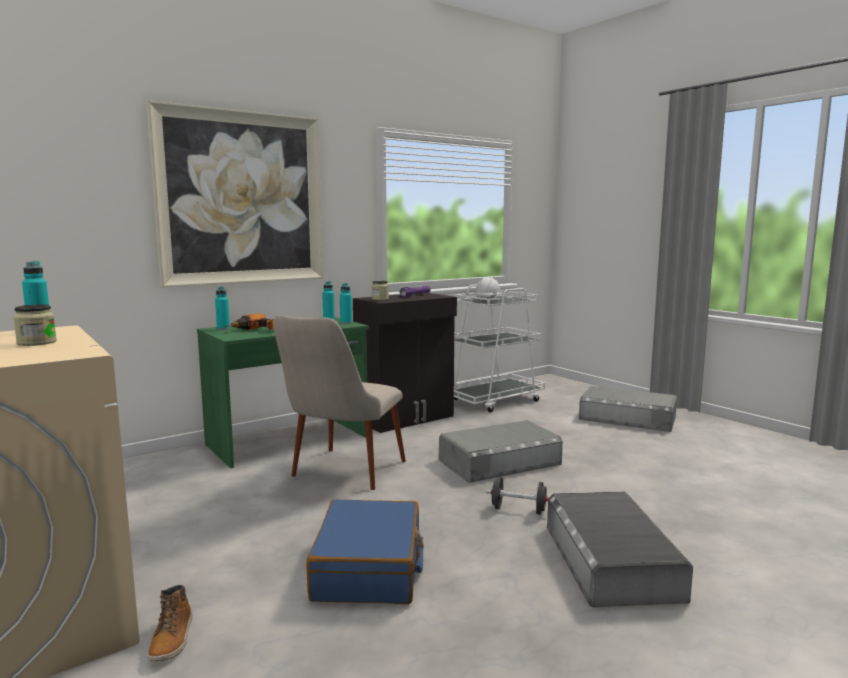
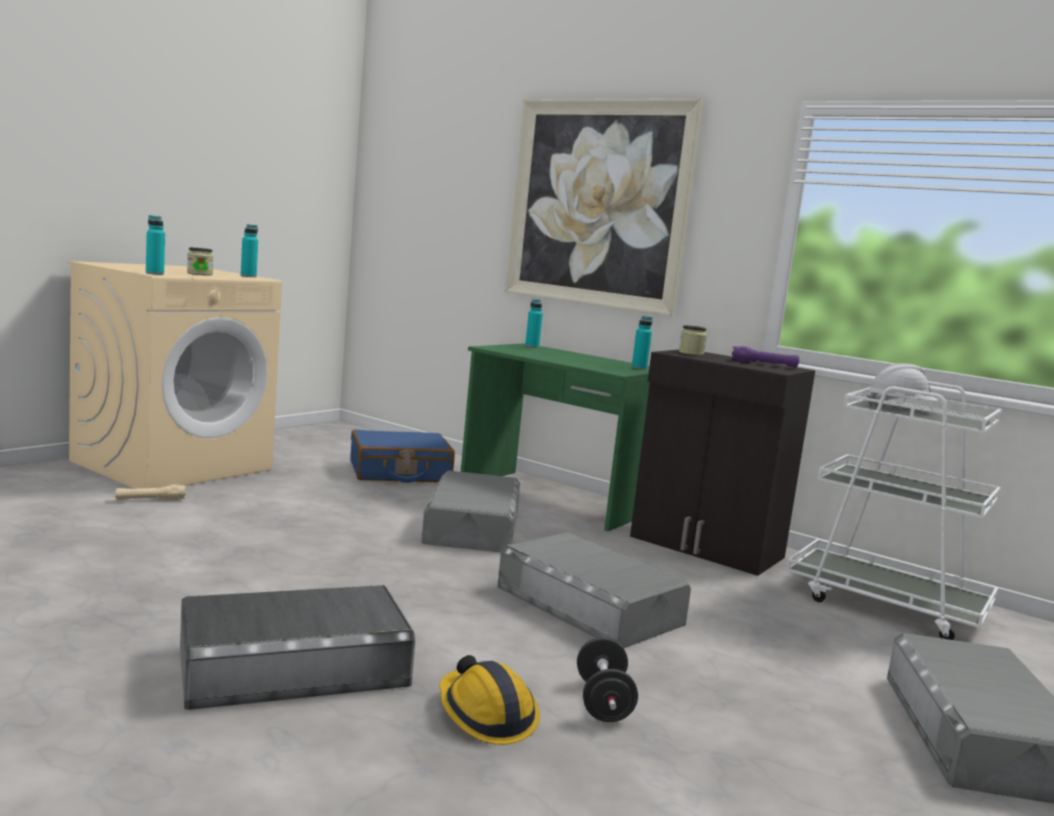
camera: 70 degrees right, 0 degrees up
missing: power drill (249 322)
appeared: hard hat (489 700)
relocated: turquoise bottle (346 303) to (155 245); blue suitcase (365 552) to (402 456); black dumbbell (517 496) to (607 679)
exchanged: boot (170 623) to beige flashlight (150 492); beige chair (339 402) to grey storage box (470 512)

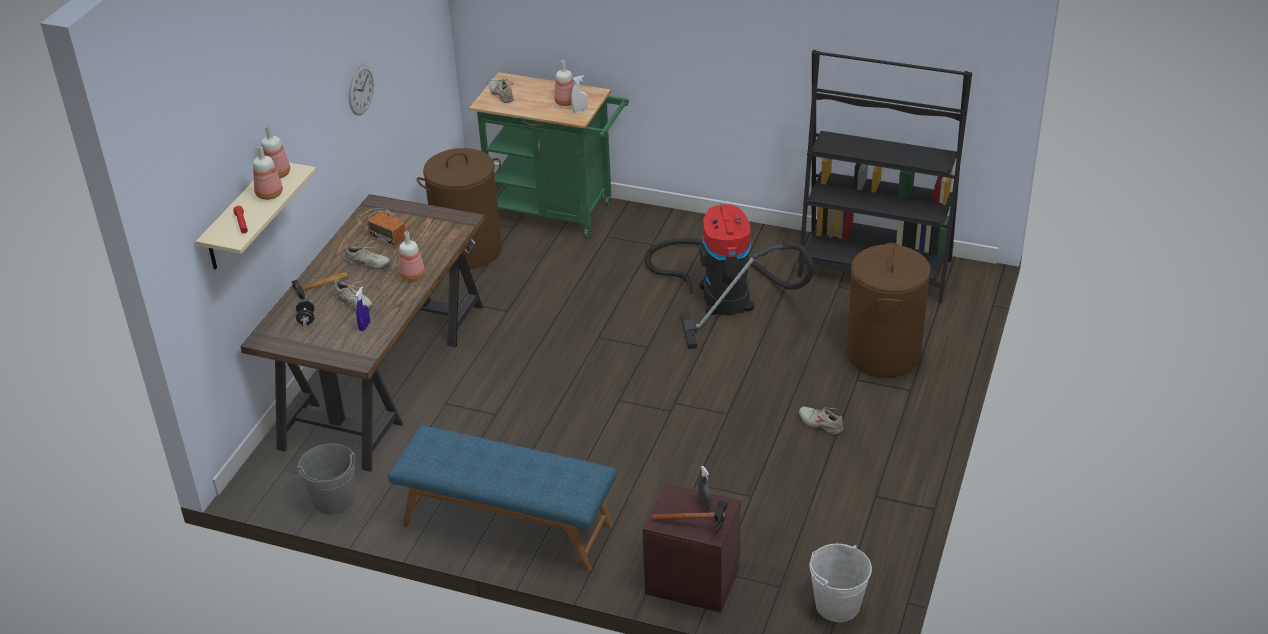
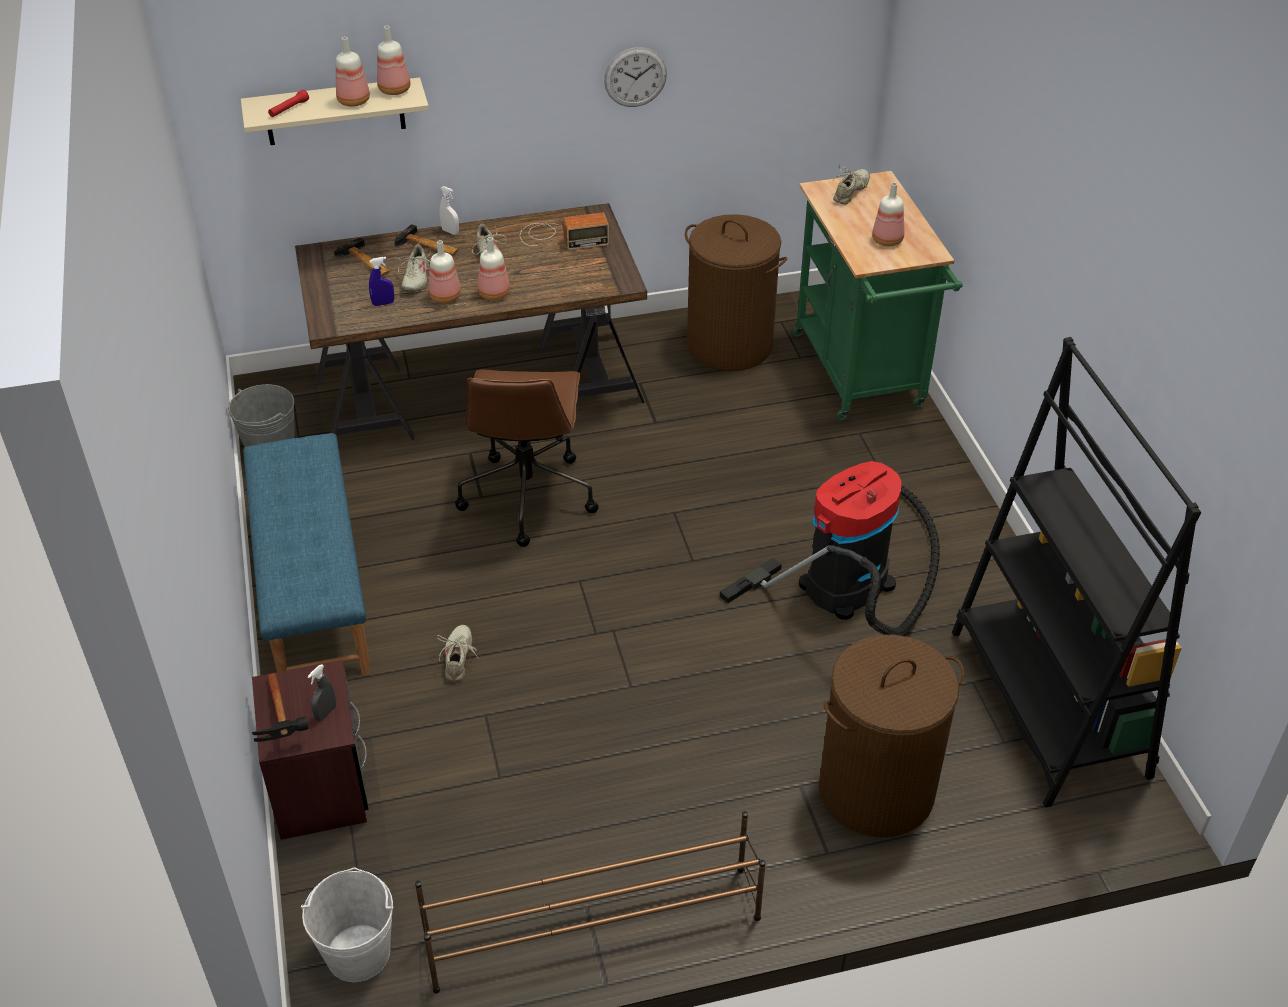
camera: 55 degrees right, 5 degrees up
appeared: brown shoe rack (590 902); bottle (445 271); brown office chair (527 458)
relocated: beige shoe (821 420) to (457 653); white spray bottle (579 93) to (449 210)
exchanged: black dumbbell (305 313) to hammer (362 256)
spun: radio (382 227) = (565 231) 105 degrees counterclockwise

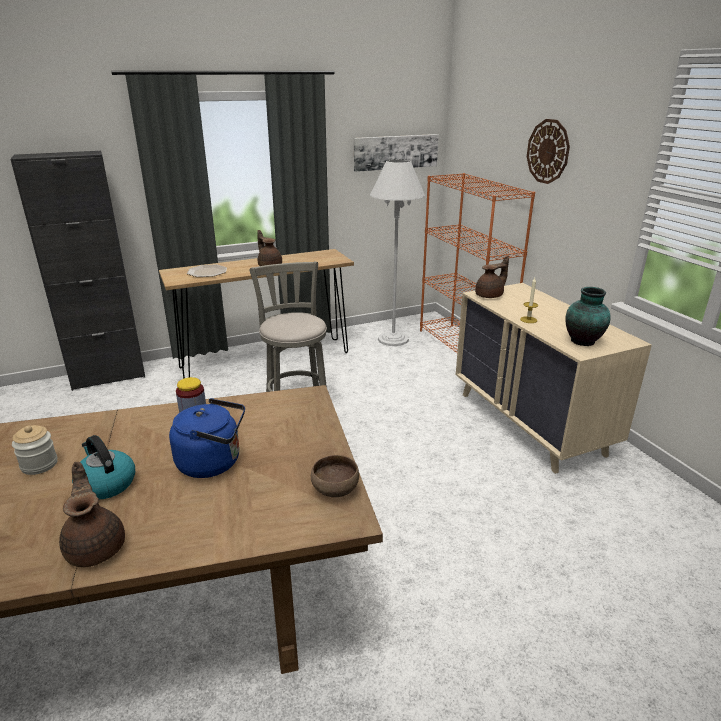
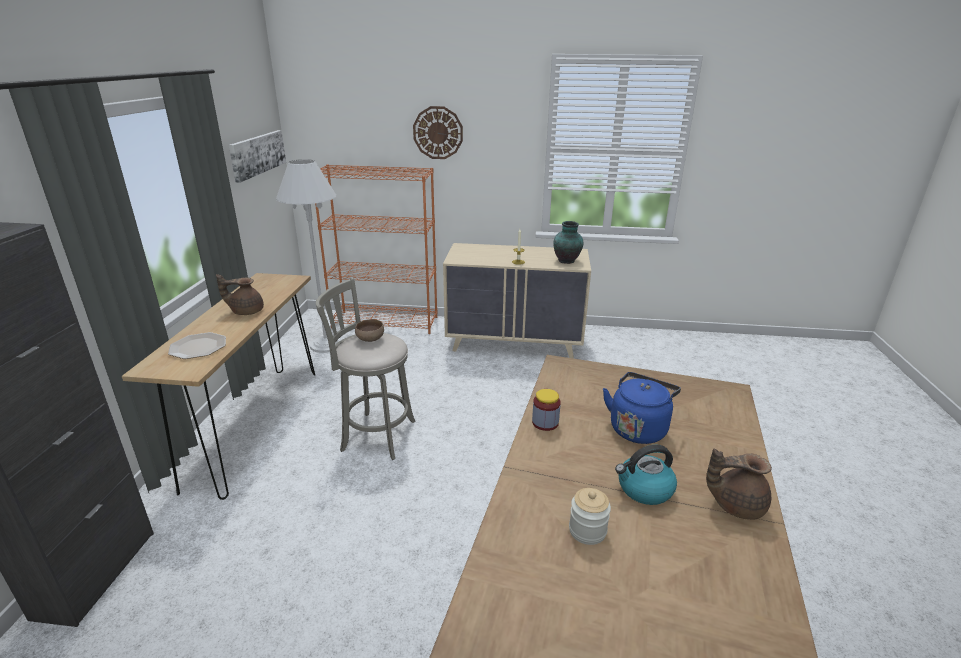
camera: 60 degrees left, 0 degrees up
missing: brown teapot (492 277)
relocated: brown bowl (335 476) to (369 330)

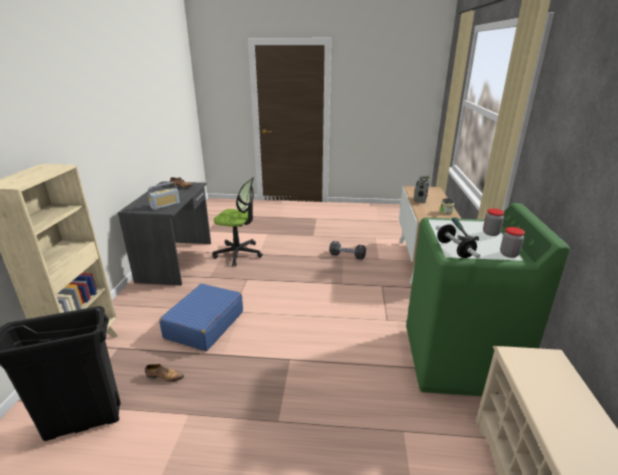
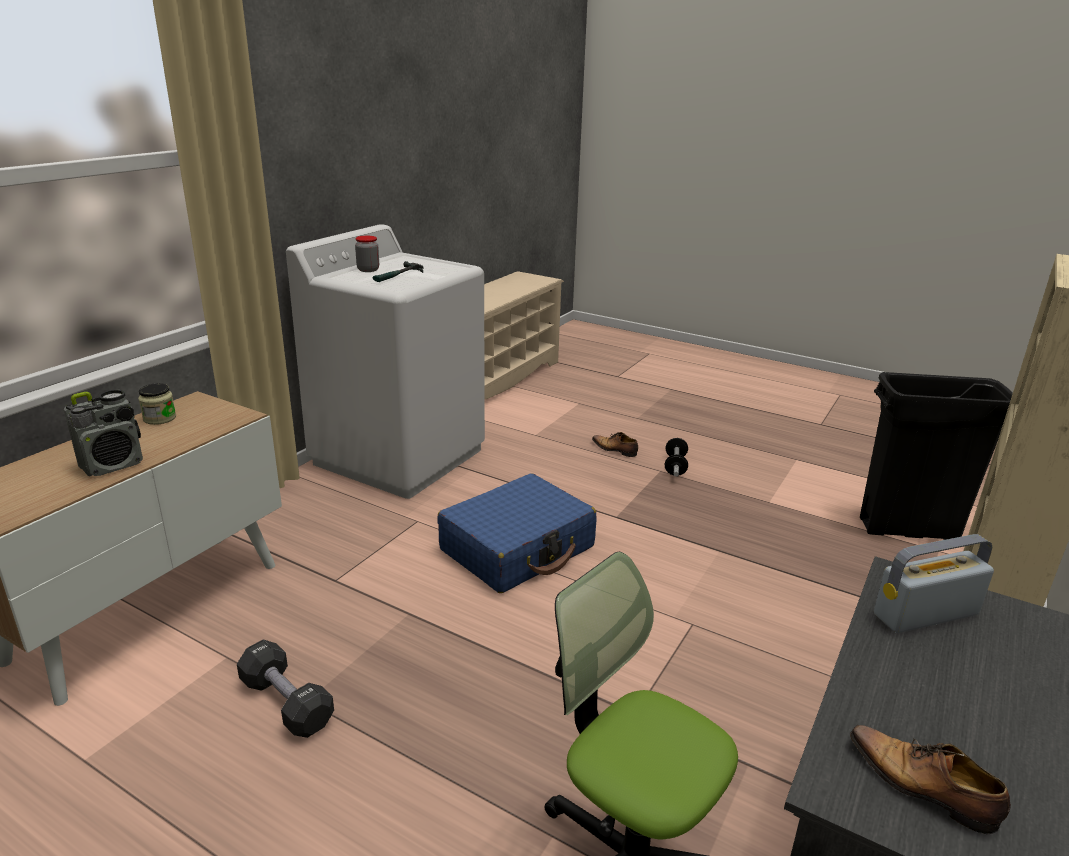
camera: 155 degrees left, 0 degrees up
missing: jar (512 242)
relocated: blue suitcase (201 317) to (516 533); shoe (164 373) to (615 444); dumbbell (458 241) to (676 457)
colour: green washing machine (488 299) to white washing machine (385 361)

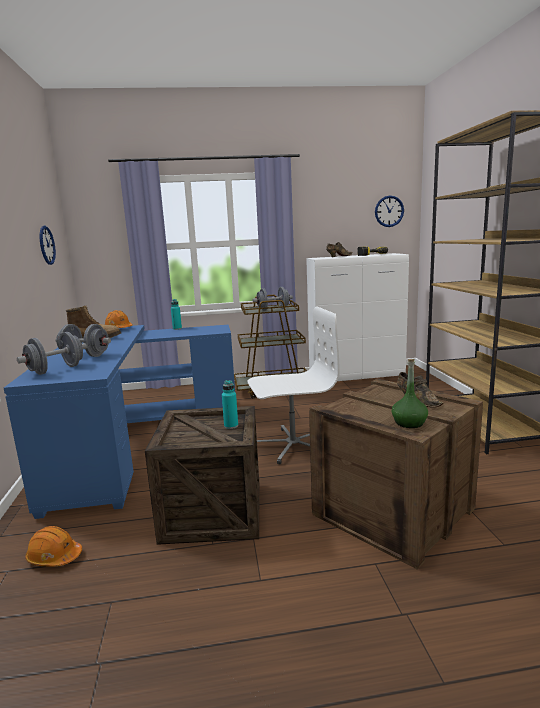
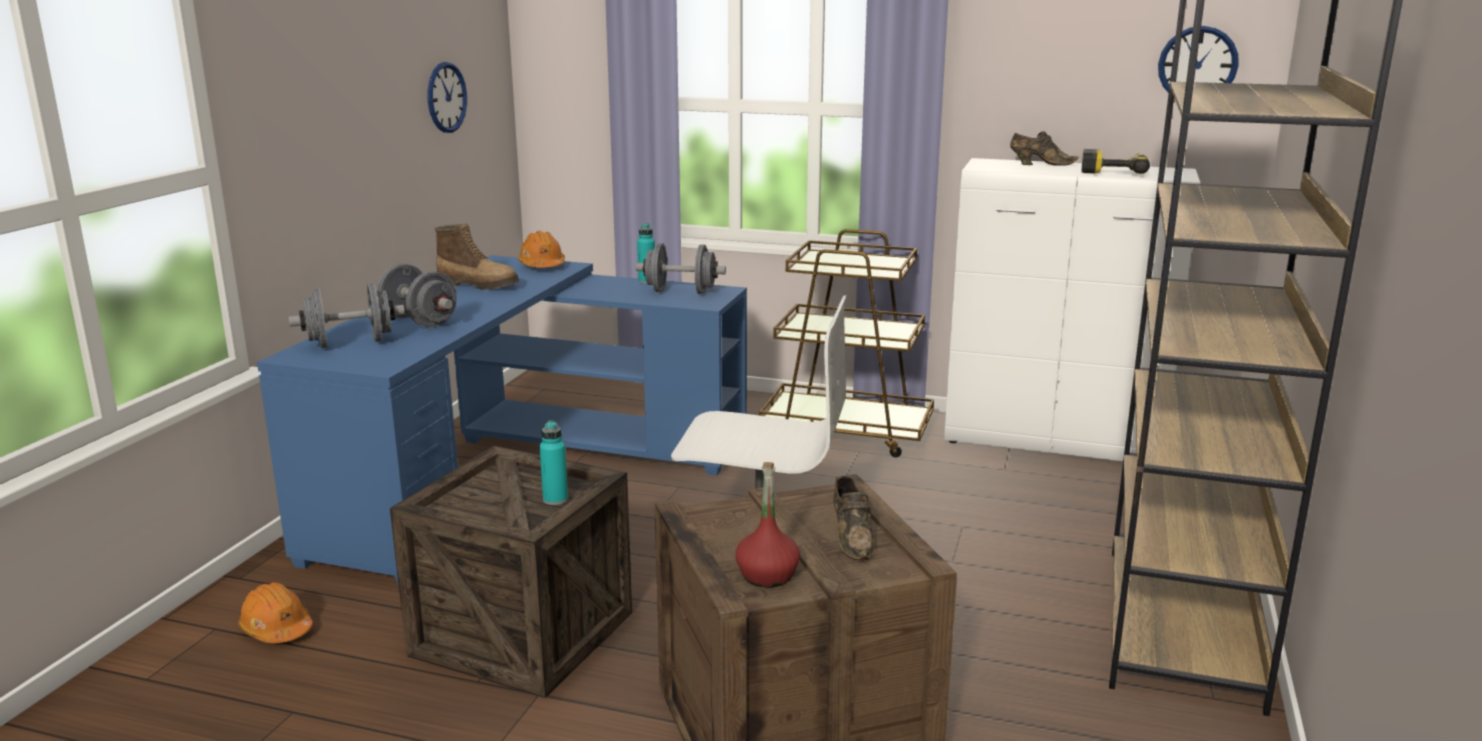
camera: 25 degrees right, 5 degrees up
relocated: grey dumbbell (273 299) to (680 268)
colour: green bottle (410 393) to red bottle (767 525)

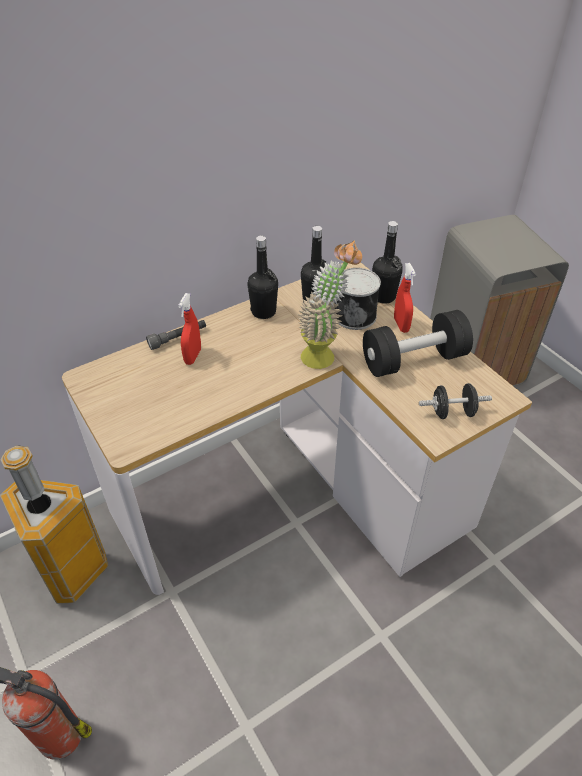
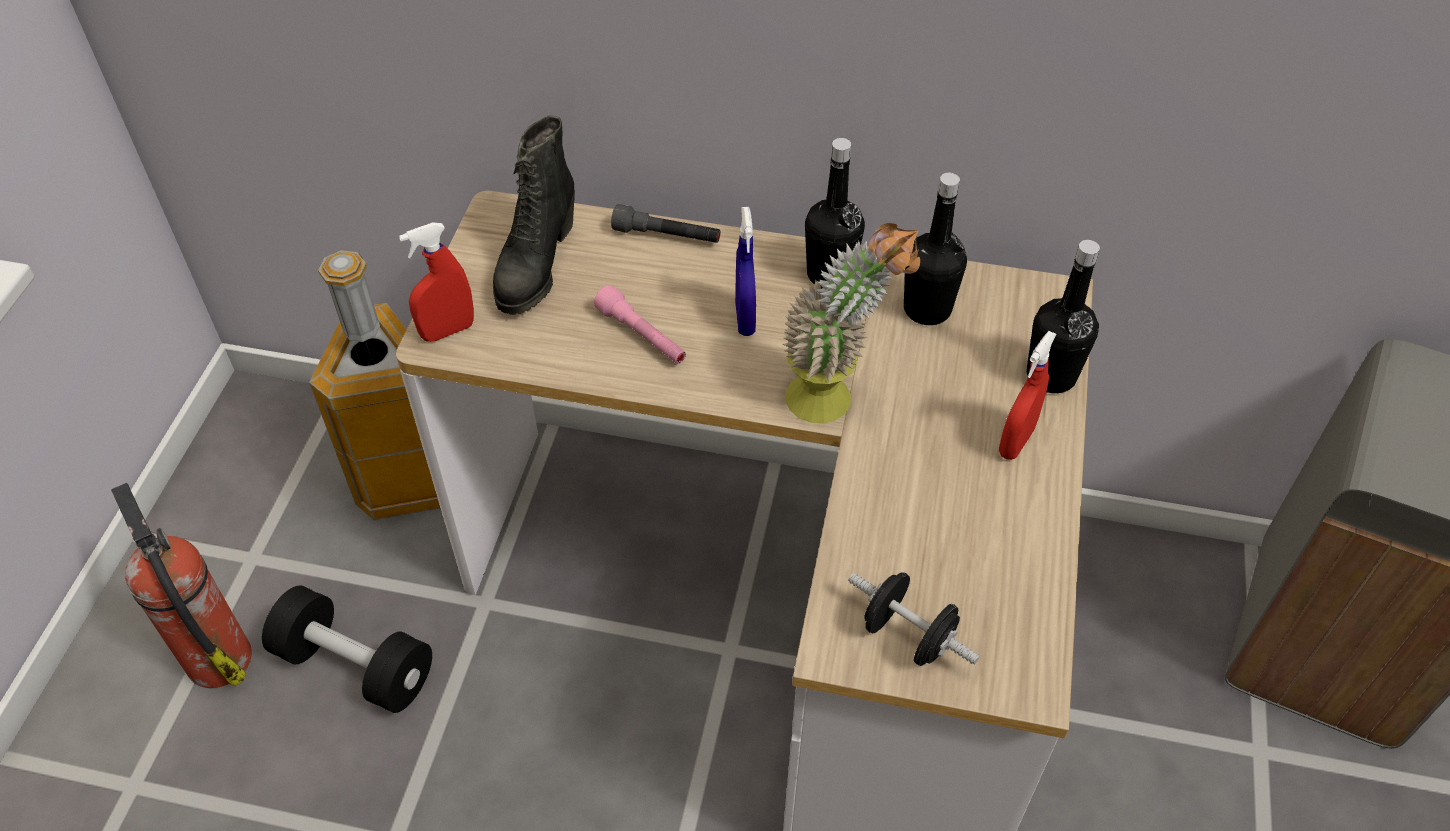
camera: 45 degrees right, 5 degrees up
missing: can (358 299)
appeared: black boot (534 215); pink flashlight (640 324); blue spray bottle (745 271)
relocated: black dumbbell (418 343) to (347 649); red spray bottle (189 329) to (436 282)

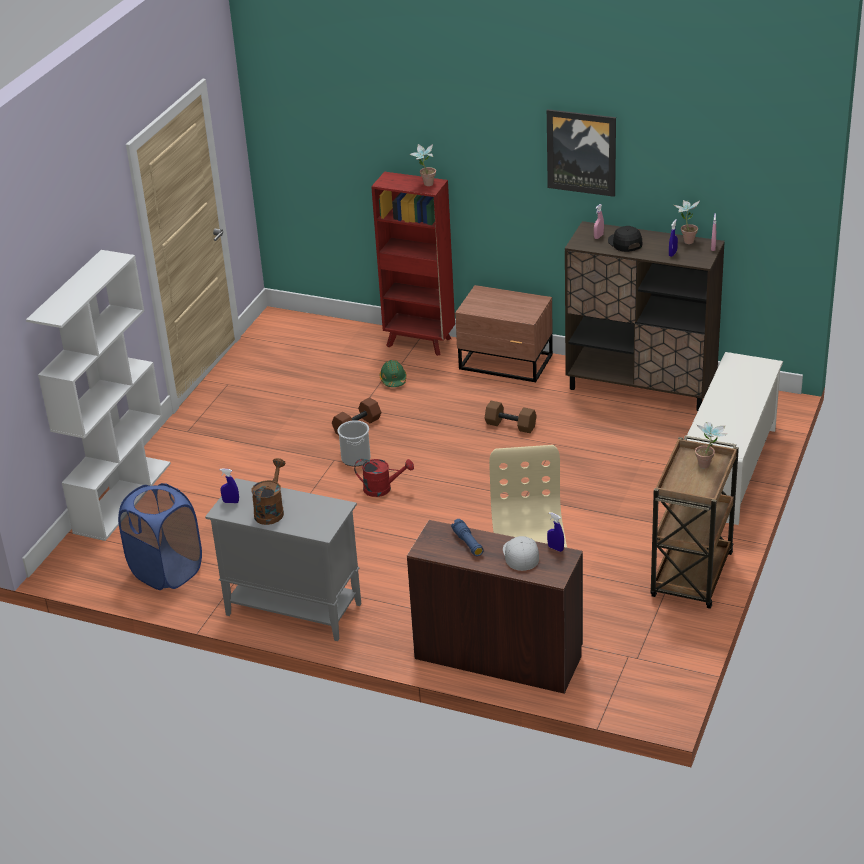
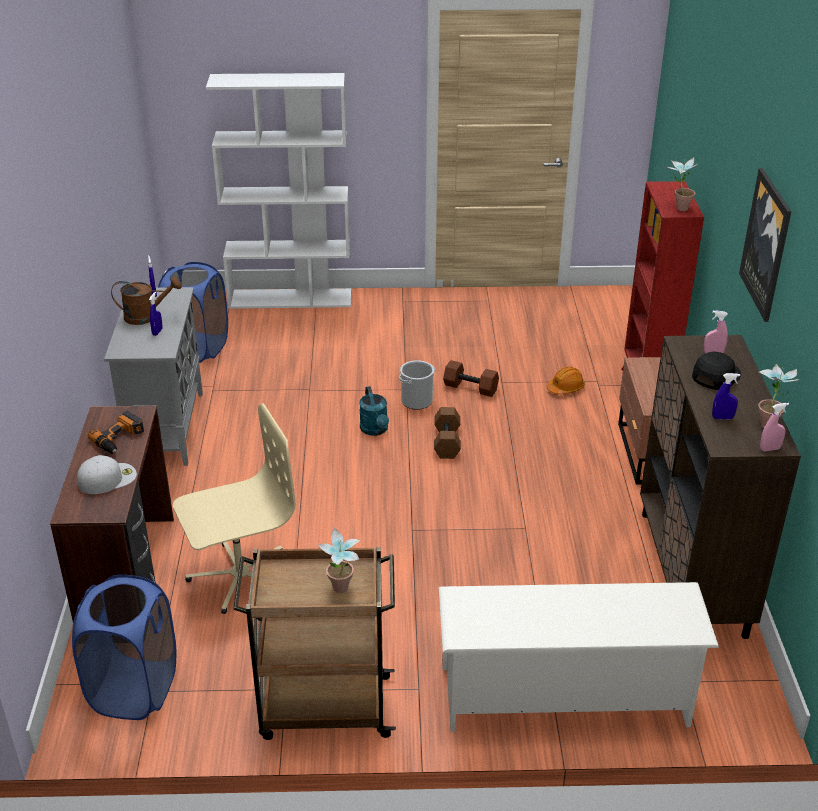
camera: 65 degrees right, 0 degrees up
appeared: blue laundry basket (124 647)
relocated: blue spray bottle (555 532) to (155 314); brown dumbbell (511 417) to (447 433)
exchanged: blue flashlight (467 537) to power drill (116 432)
colour: red watering can (384 478) to turquoise watering can (374 411); green hard hat (393 373) to orange hard hat (566 380)

